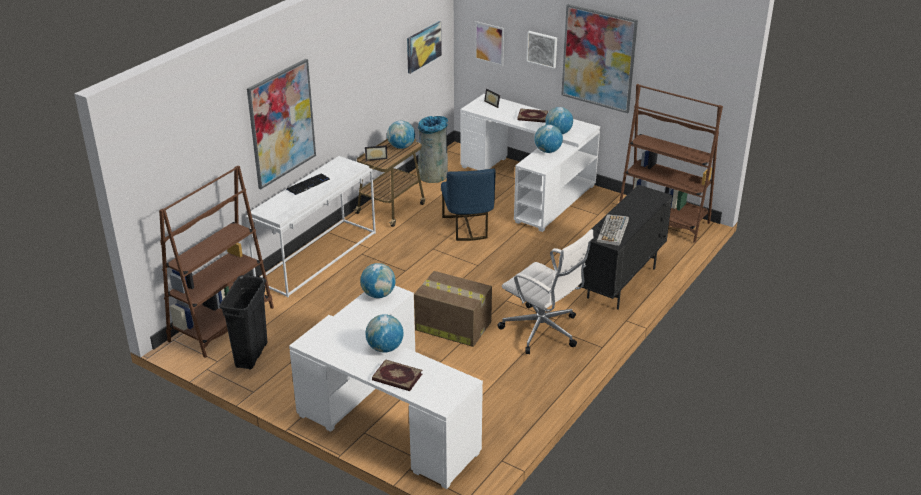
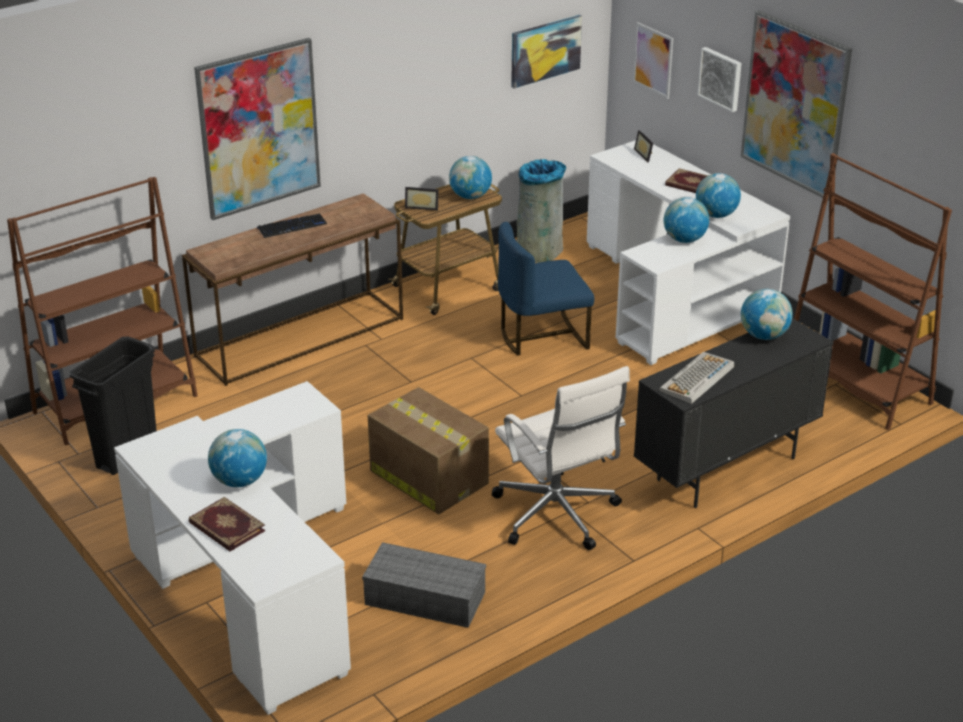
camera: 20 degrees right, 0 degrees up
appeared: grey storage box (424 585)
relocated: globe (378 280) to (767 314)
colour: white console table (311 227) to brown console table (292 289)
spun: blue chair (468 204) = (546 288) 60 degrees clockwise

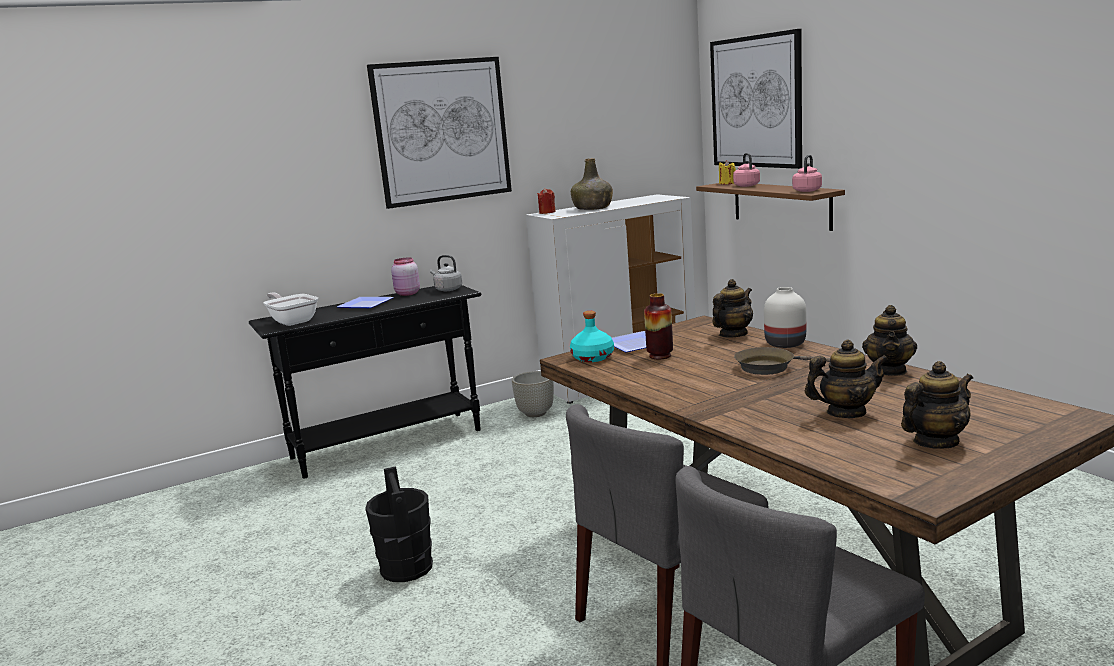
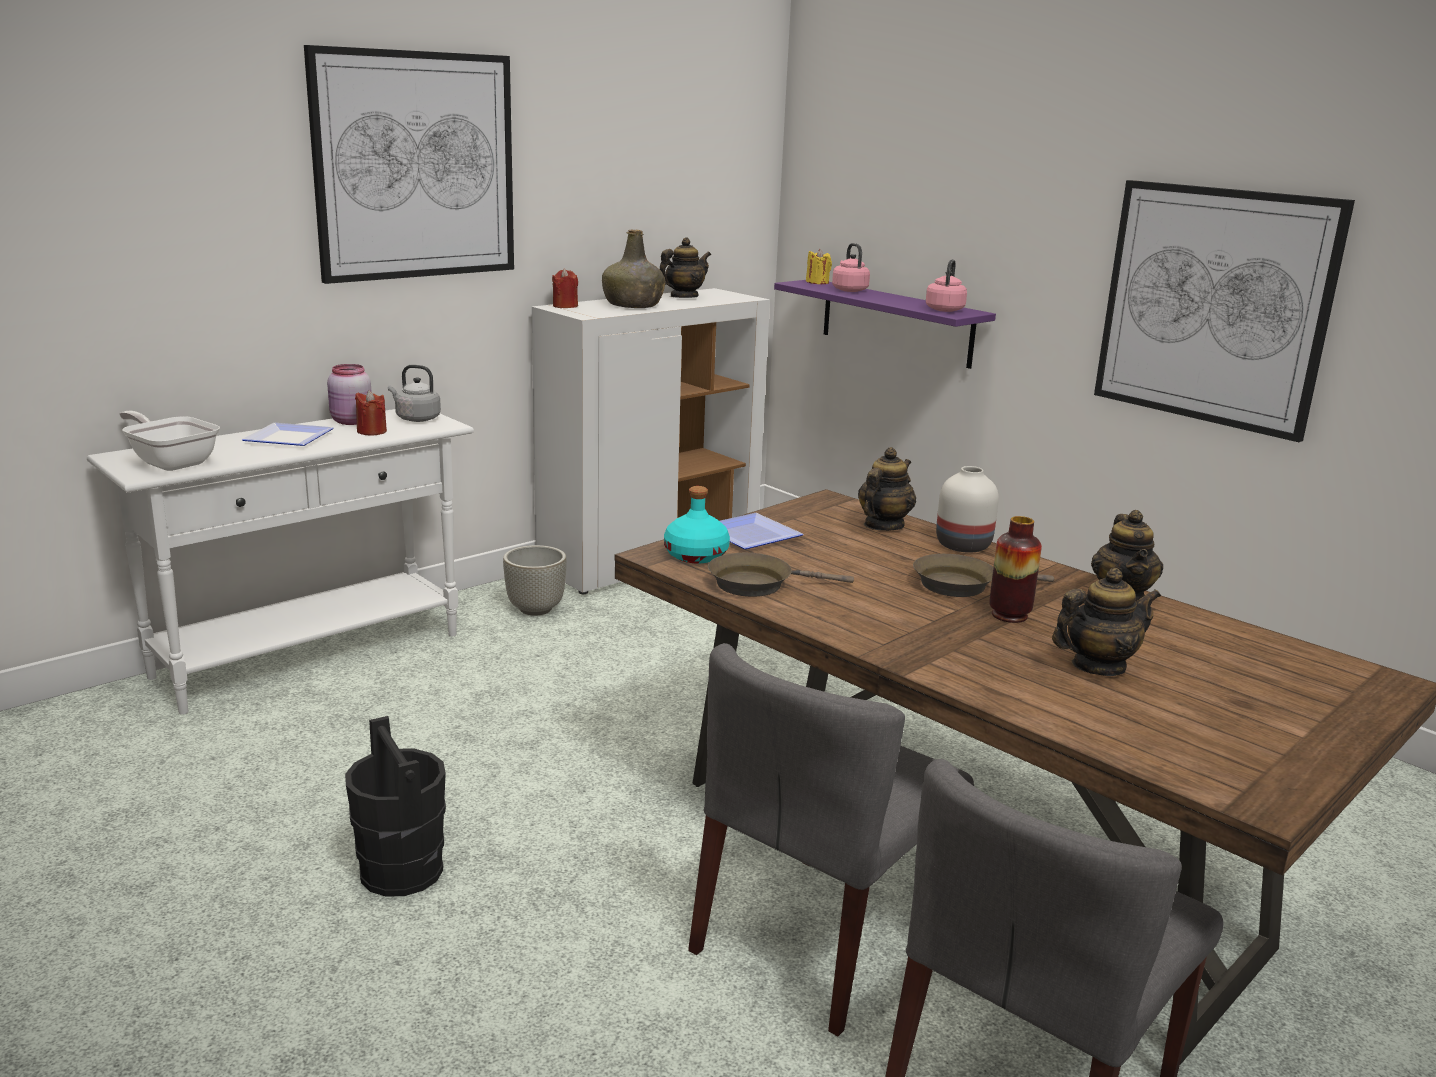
camera: 15 degrees left, 5 degrees up
appeared: red candle (371 412); brown frying pan (781 575)
relocated: teapot (937 405) to (685 267); vase (658 326) to (1015 569); picture (756 99) to (1224 311)
colour: black console table (365 382) to white console table (280 562); brown shelf (770 207) to purple shelf (885 324)

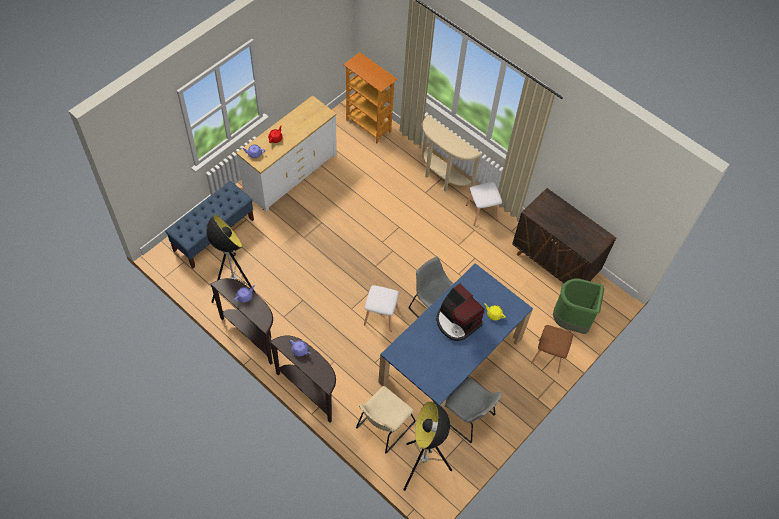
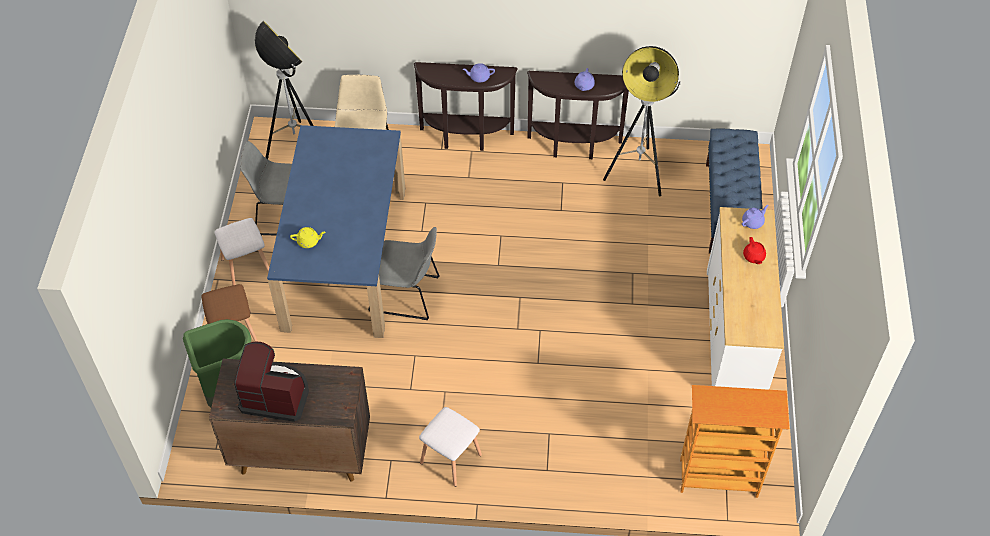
camera: 145 degrees right, 5 degrees down
missing: beige console table (452 154)
relocated: white stool (381 308) to (242 251); coffee machine (460 312) to (271 381)

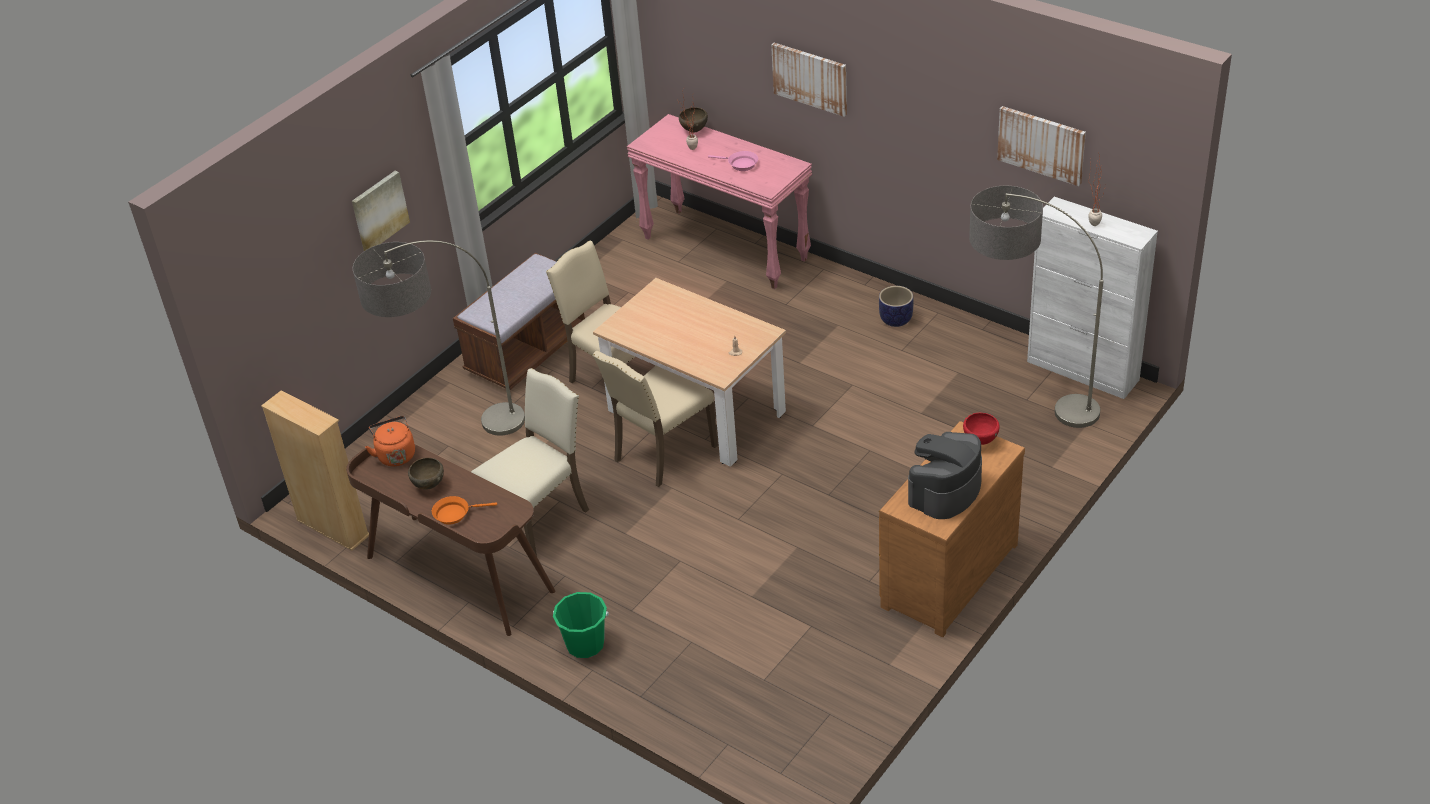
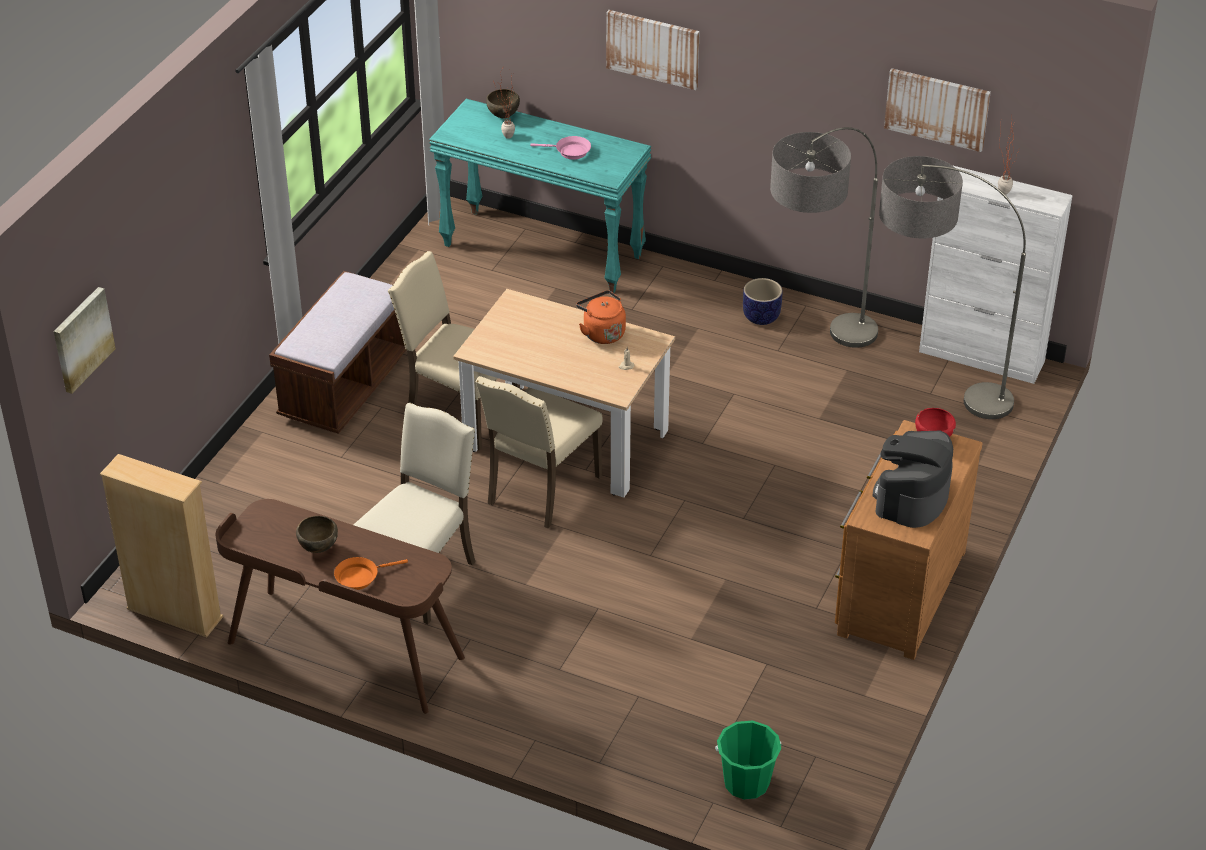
camera: 15 degrees left, 0 degrees up
relocated: picture (381 211) to (85 340); orange kettle (390 441) to (601 317); green bucket (581 625) to (748 760); floor lamp (439 338) to (824 237)
colour: pink console table (719 201) to turquoise console table (540 196)

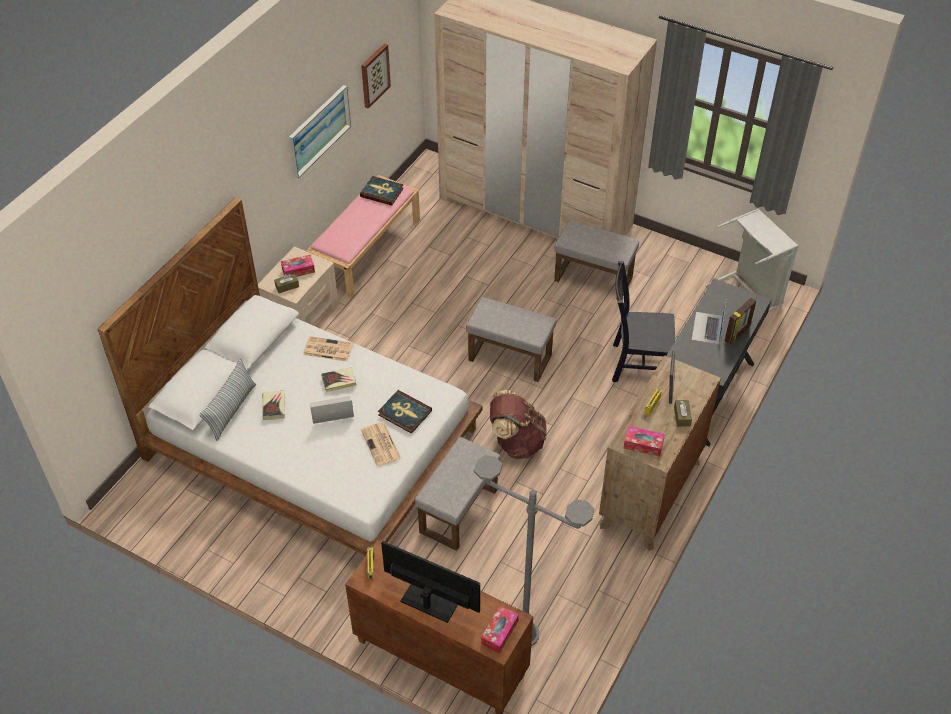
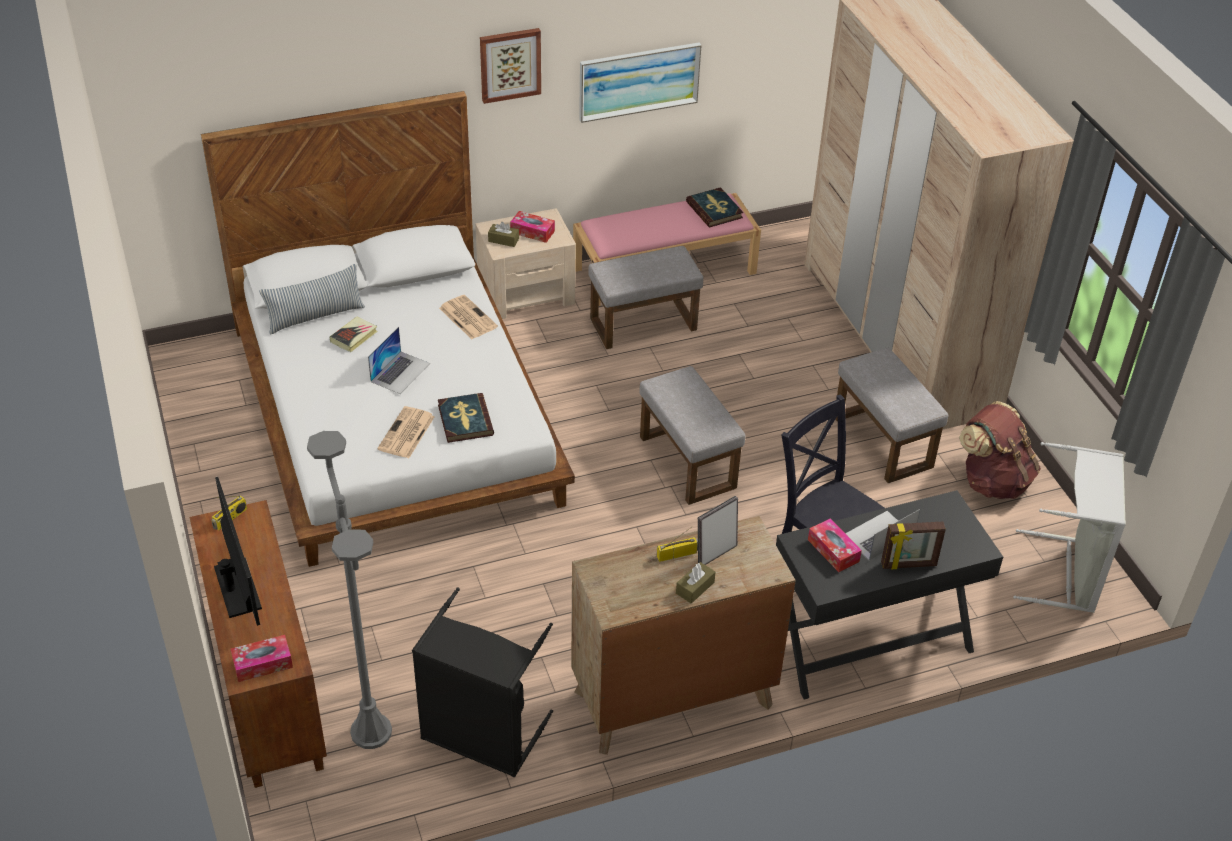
camera: 40 degrees right, 5 degrees down
missing: book (339 379)
appeared: black laundry basket (482 682)
relocated: picture (376 76) to (510 66); grey ottoman (457 494) to (646 297); tissue box (644 441) to (835 545); brown backpack (518 424) to (1000 450)
spun: laptop (332 410) = (399 360) 90 degrees clockwise

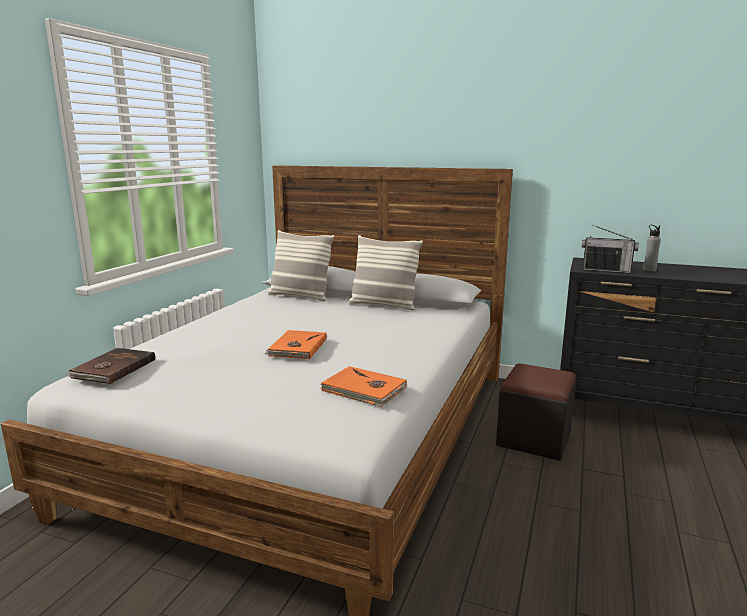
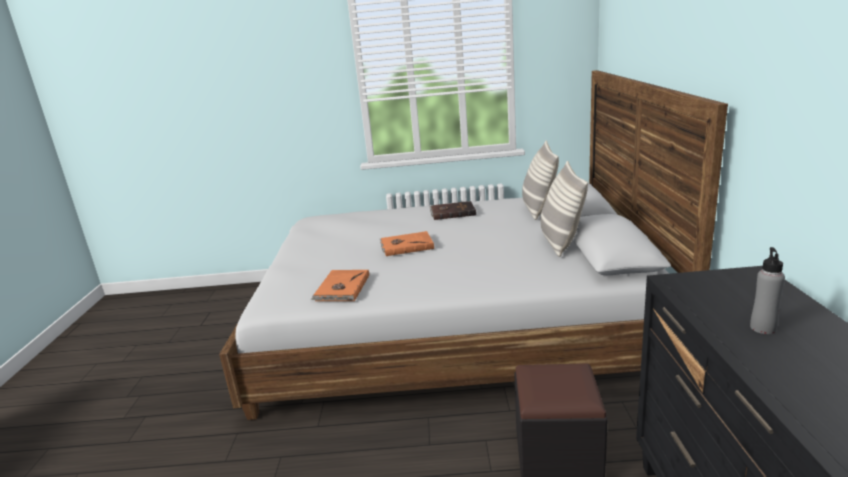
camera: 70 degrees right, 5 degrees up
missing: radio (610 249)
relocated: brown book (110 366) to (452 210)

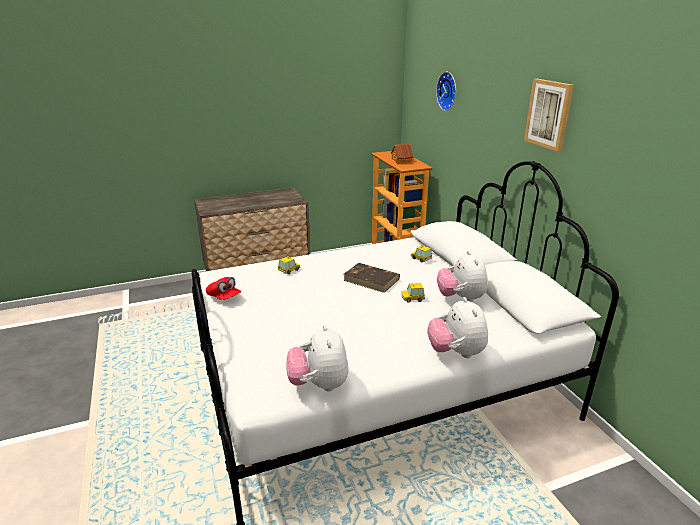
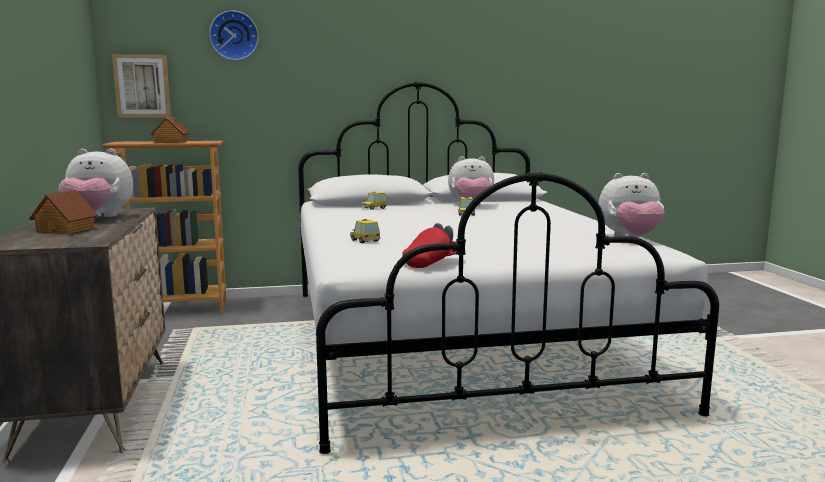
camera: 80 degrees left, 15 degrees down
missing: brown book (371 278)
appeared: toy house (63 212)
relocated: plush toy (457 327) to (95 183); picture (549 115) to (141 86)

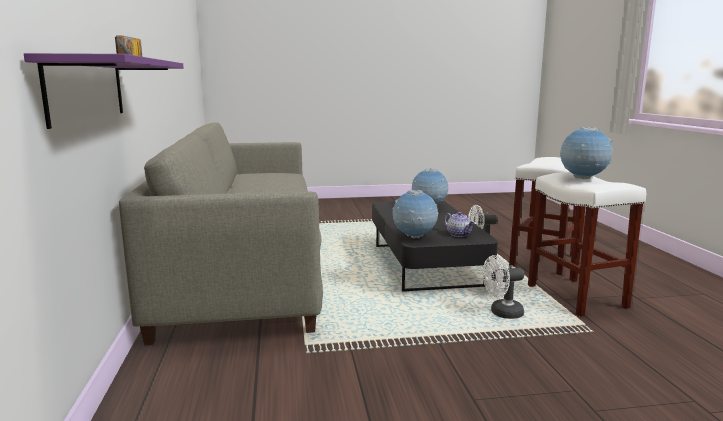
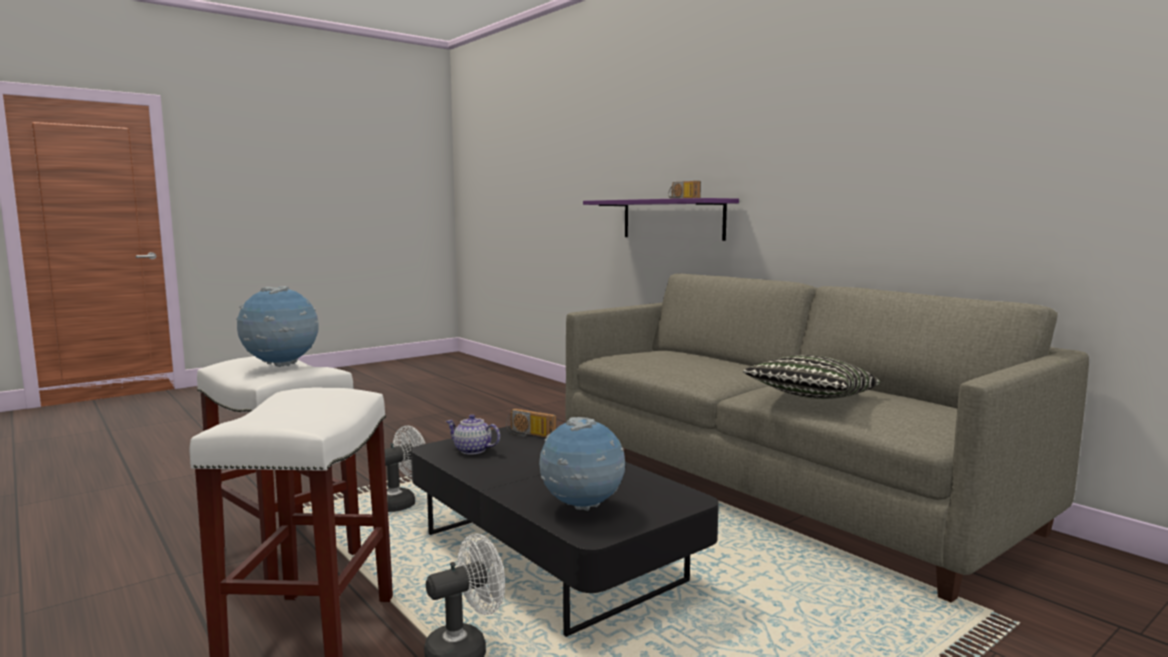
camera: 150 degrees right, 5 degrees down
appeared: pillow (811 377)
exchanged: globe (415 214) to radio (531 422)

